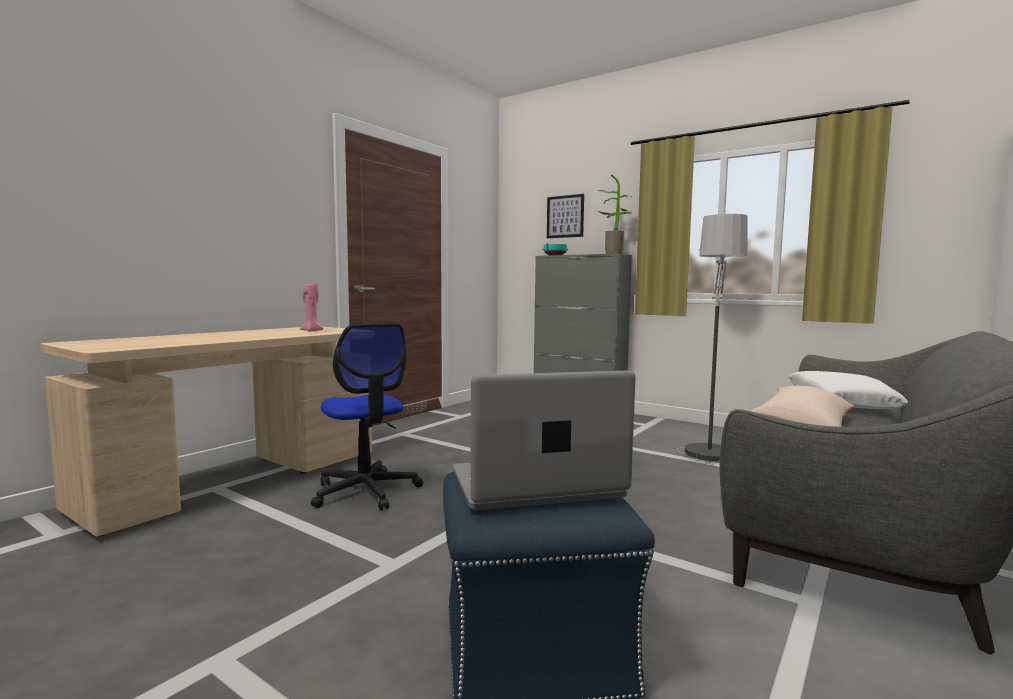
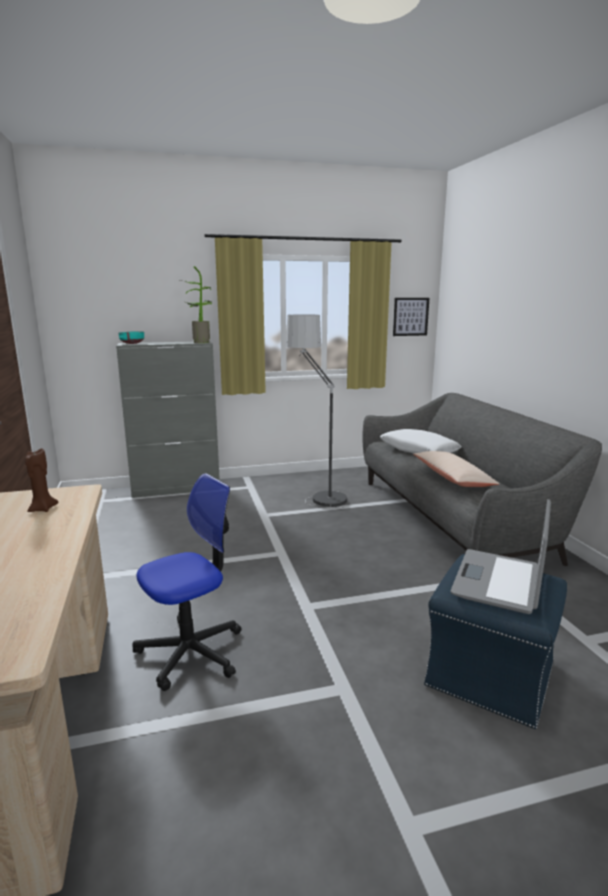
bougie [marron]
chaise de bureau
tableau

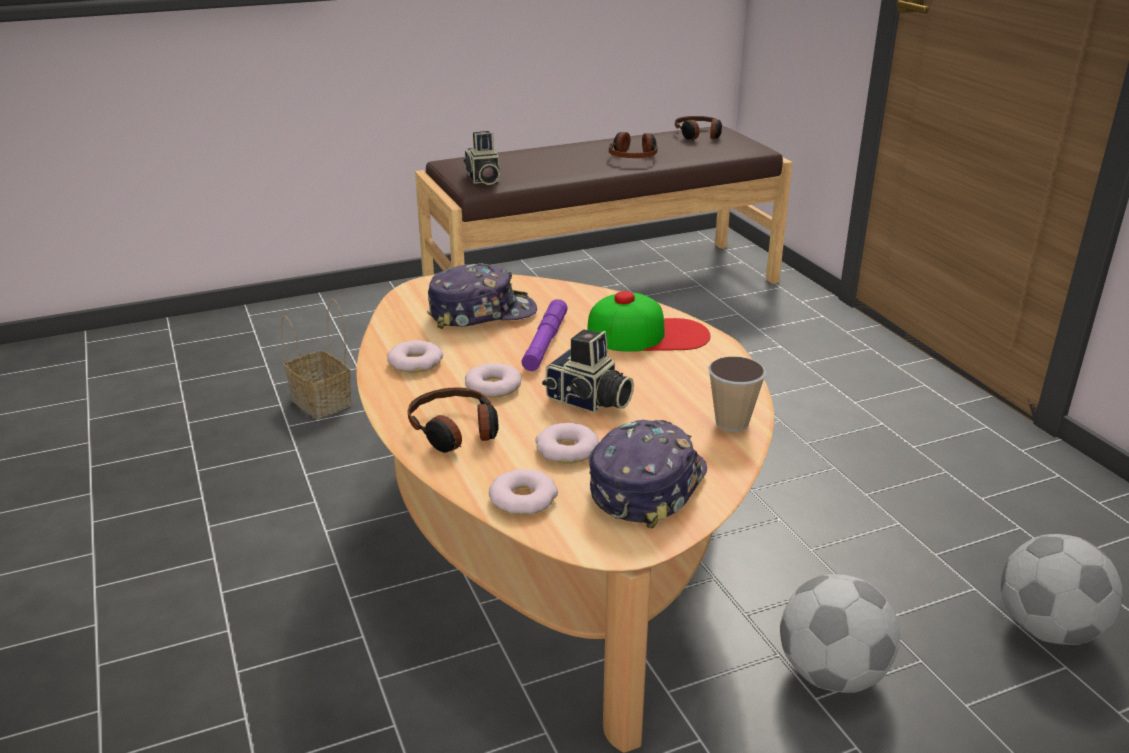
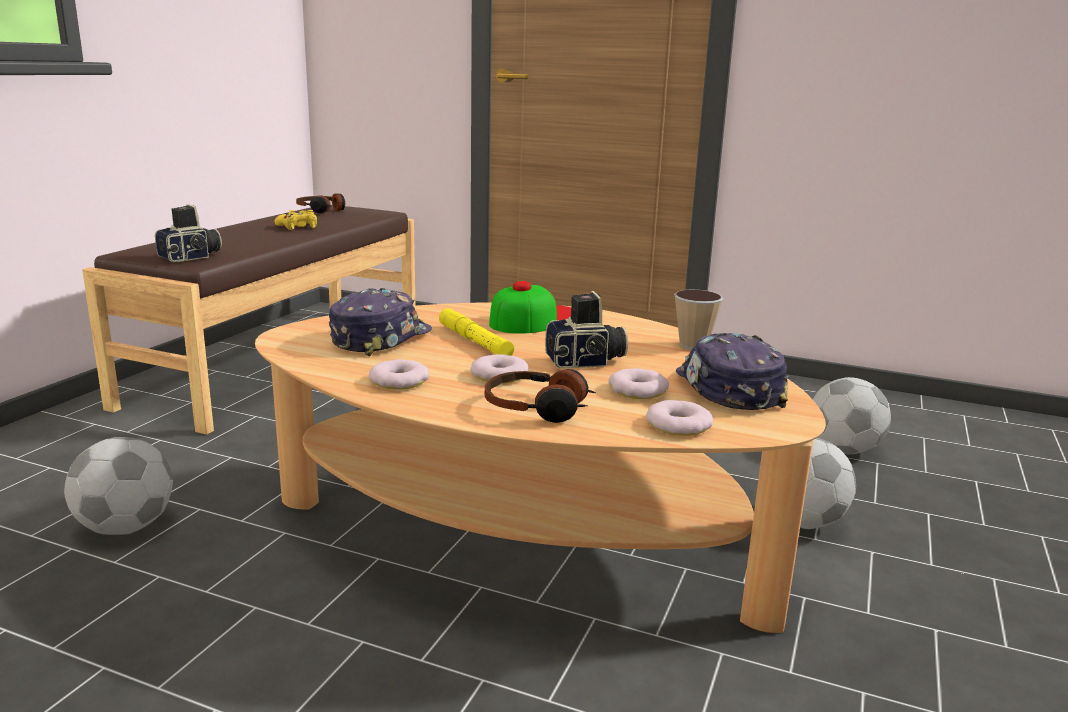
ballon de foot (no. 1 from left)
appareil photo (no. 1 from left)
lampe de poche [jaune]
manette [jaune]

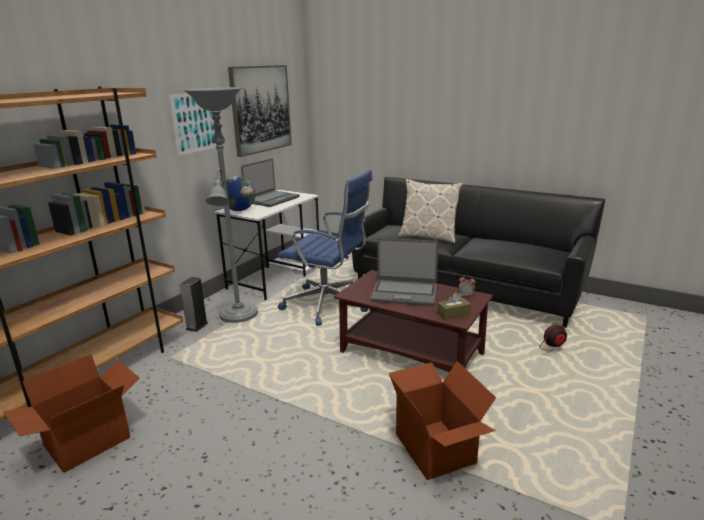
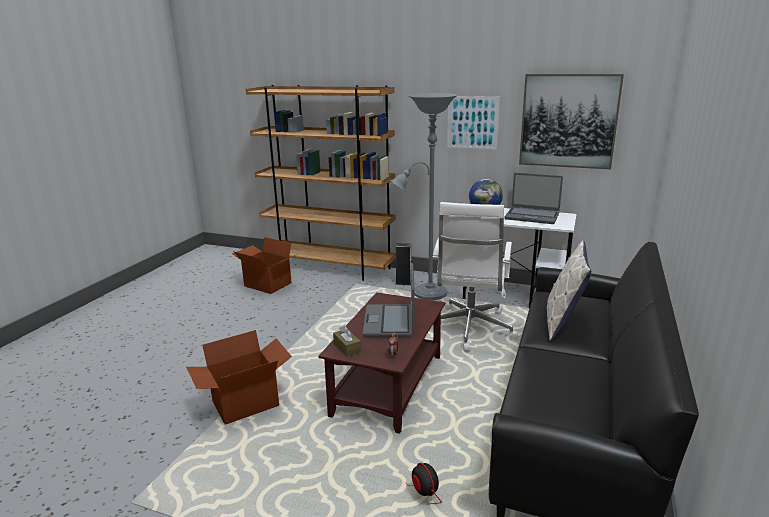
chaise de bureau [blanc]

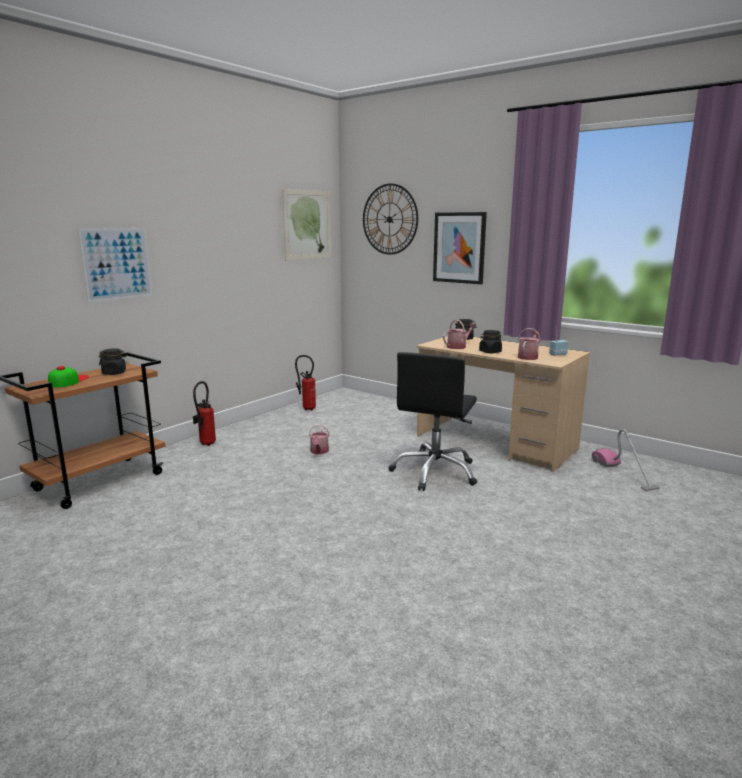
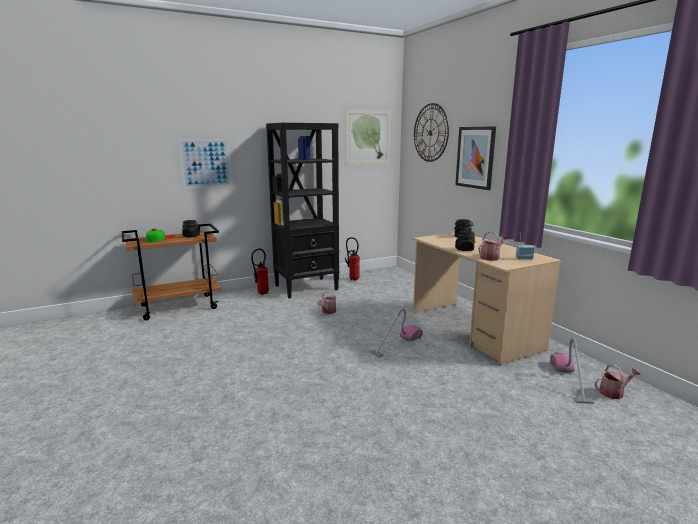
aspirateur (no. 1 from left)
arrosoir (no. 3 from left)
bibliothèque [noir]

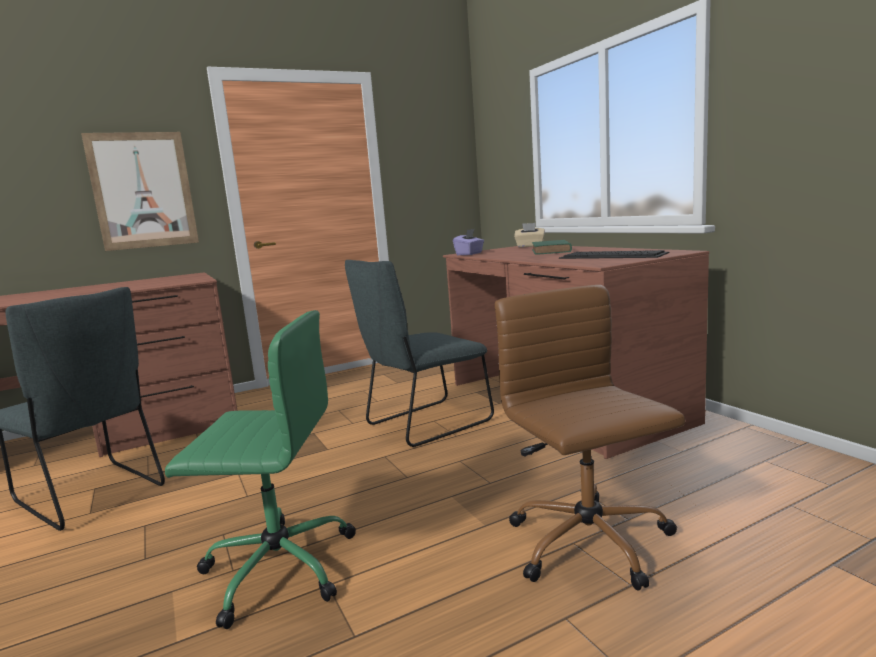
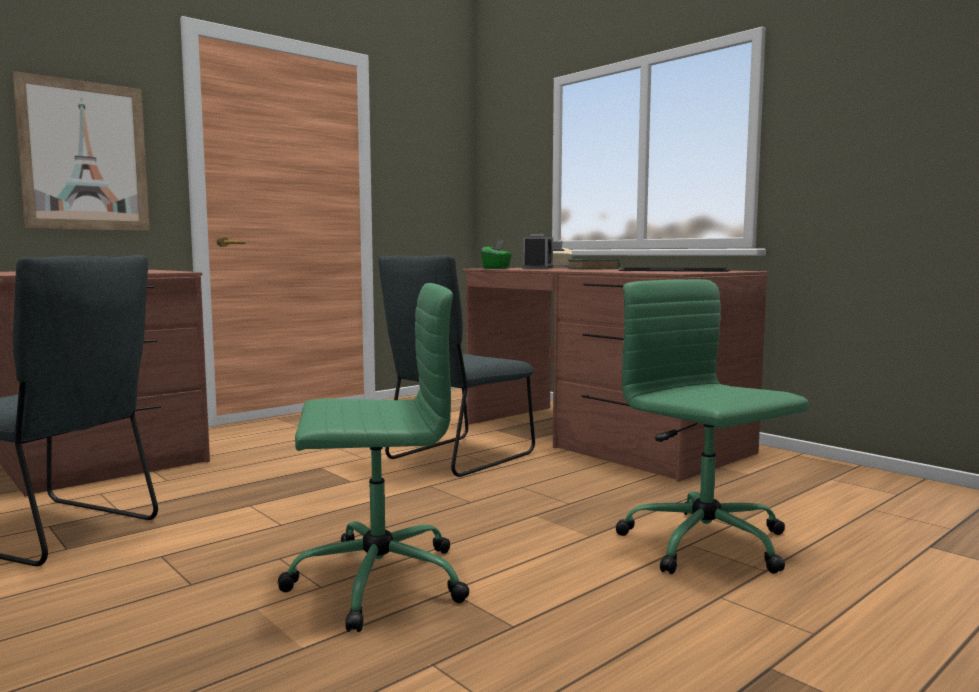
boîte à mouchoirs [vert]
chaise de bureau [vert] (no. 2 from left)
réveil

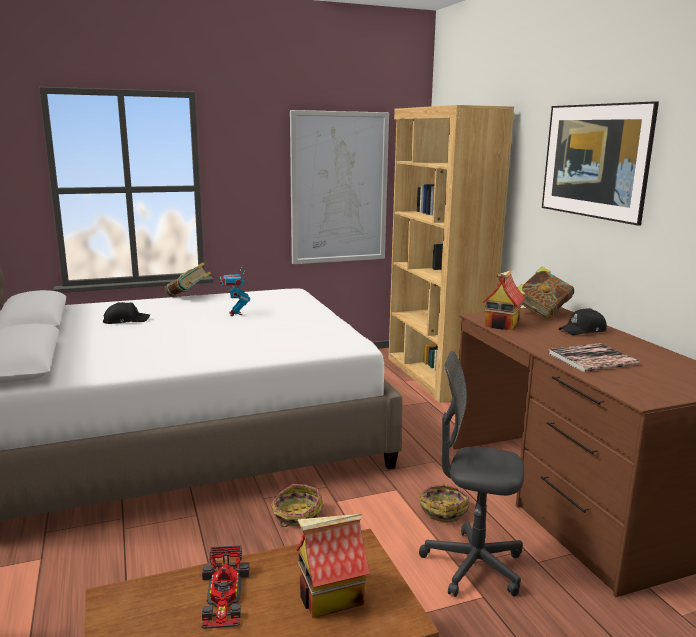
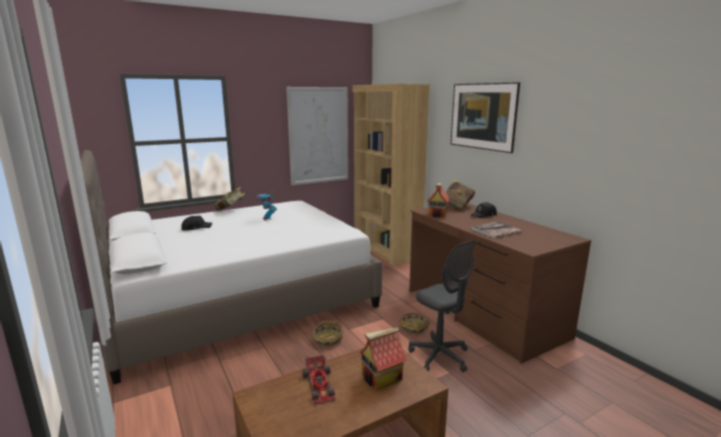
chaise de bureau [gris]

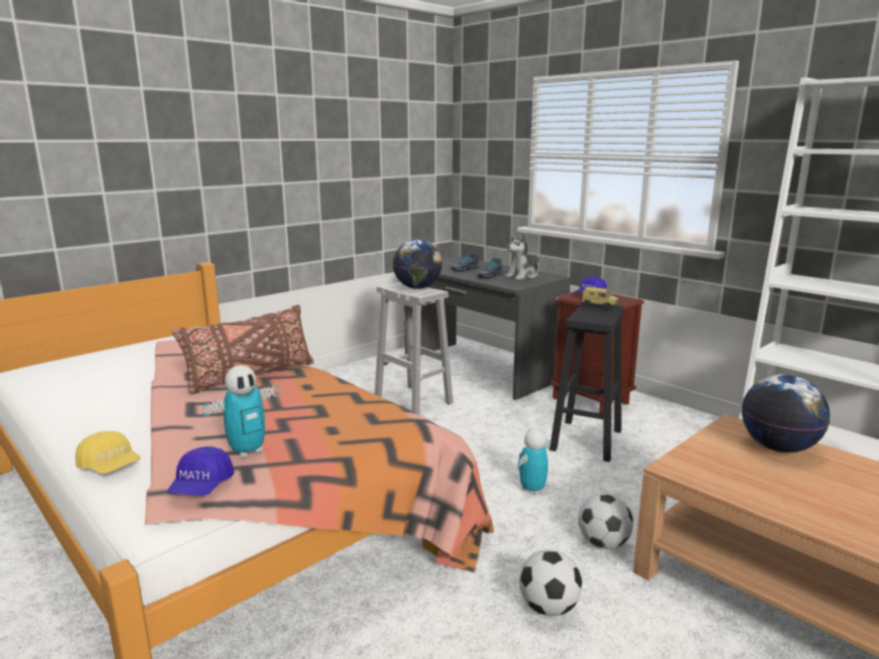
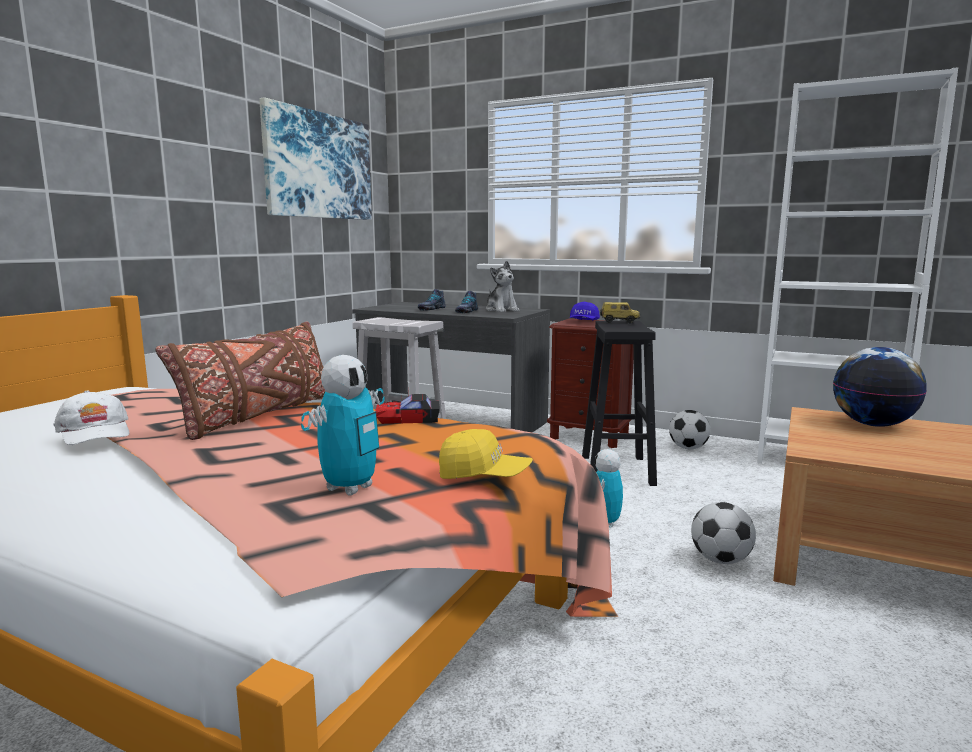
casquette [jaune]
casquette [bleu] (no. 1 from left in the first image)
globe (no. 1 from left in the first image)
peluche
ballon de foot (no. 1 from left)
casquette [blanc]
tableau
petite voiture (no. 1 from left)

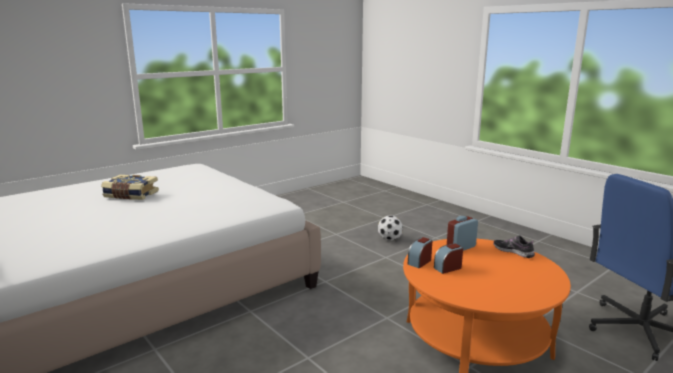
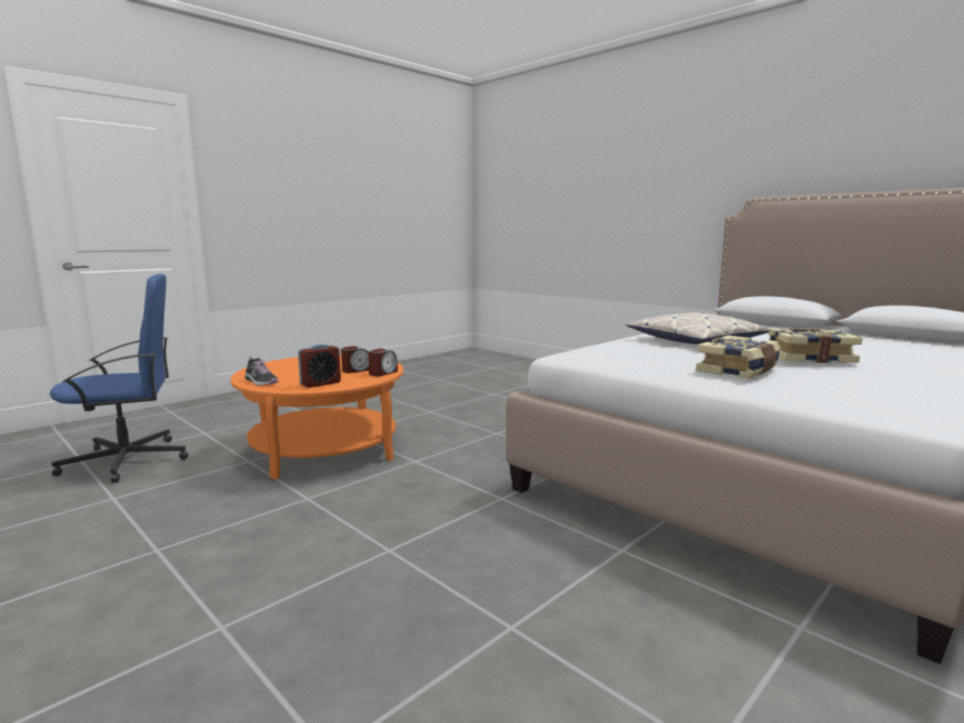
ballon de foot
coussin
livre (no. 1 from left)

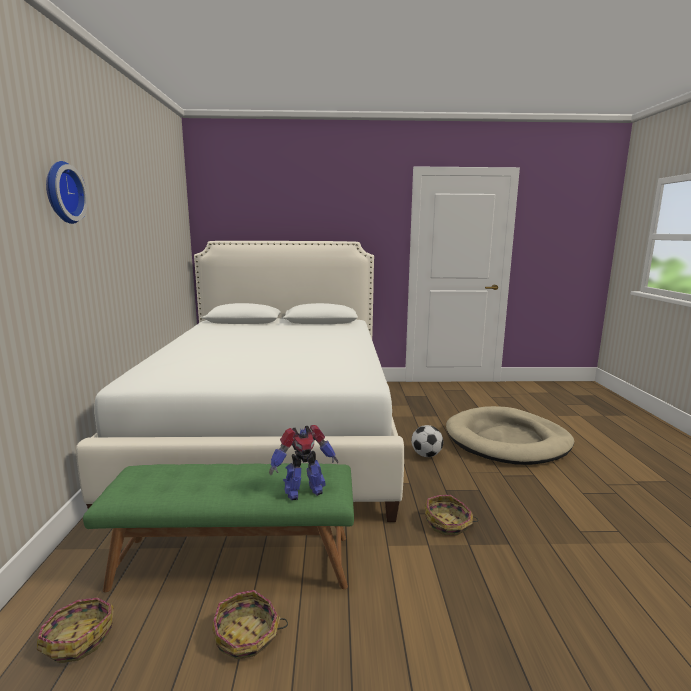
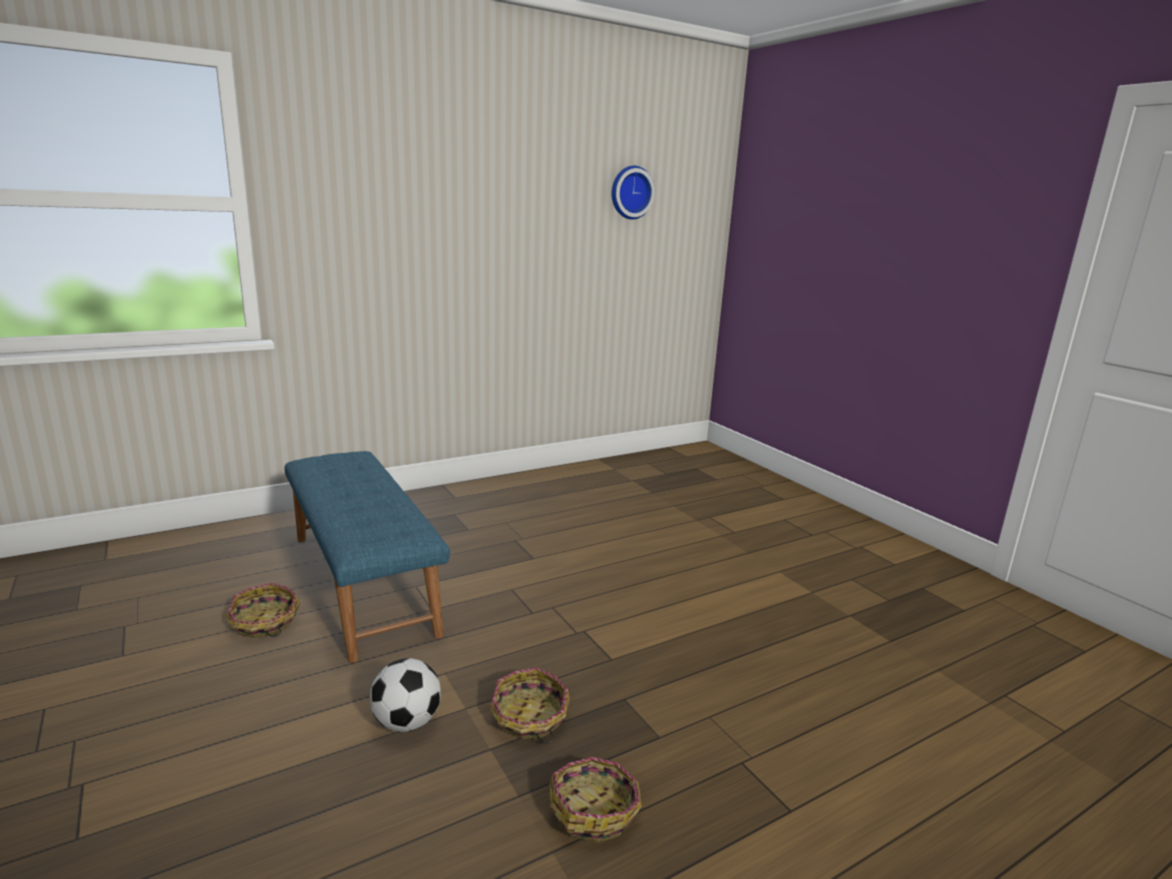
panier (no. 3 from left)
horloge murale
lit [blanc]
banc [bleu]
robot jouet
ballon de foot
panier pour chien [beige]

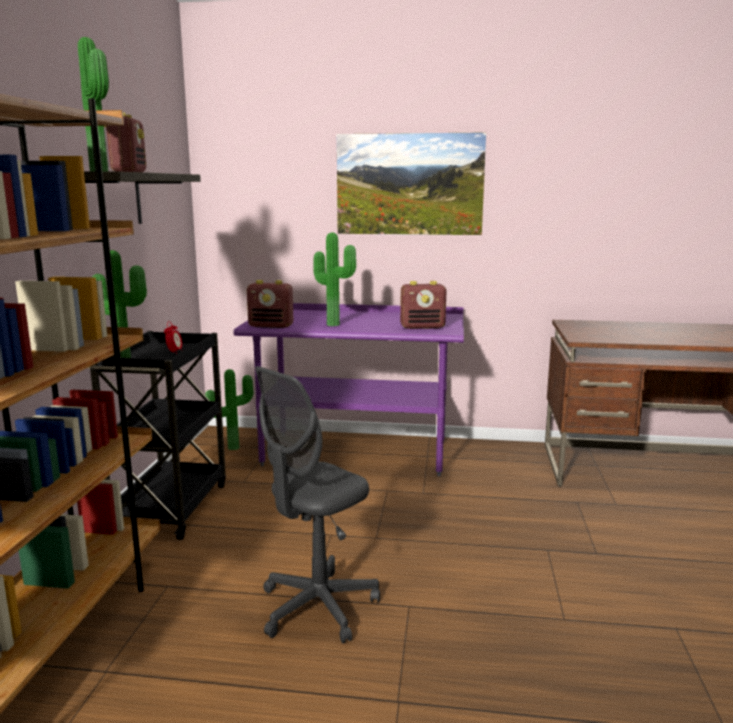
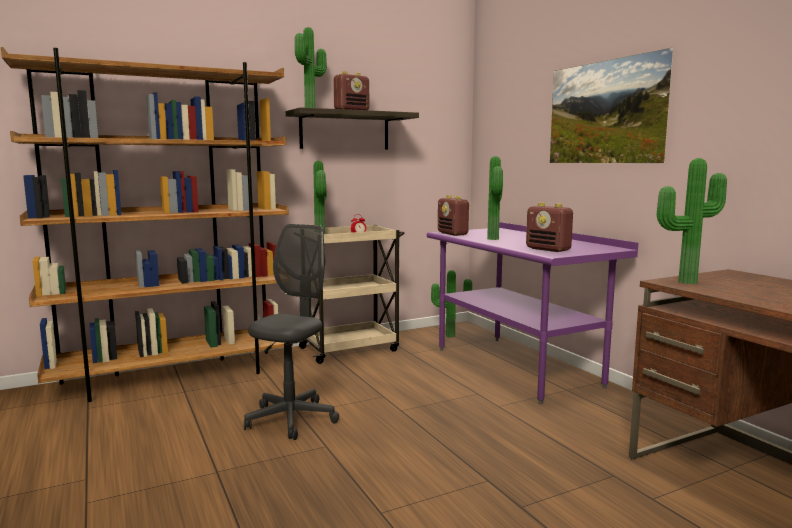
chariot [beige]
chaise de bureau [gris]
plante en pot (no. 5 from left)

